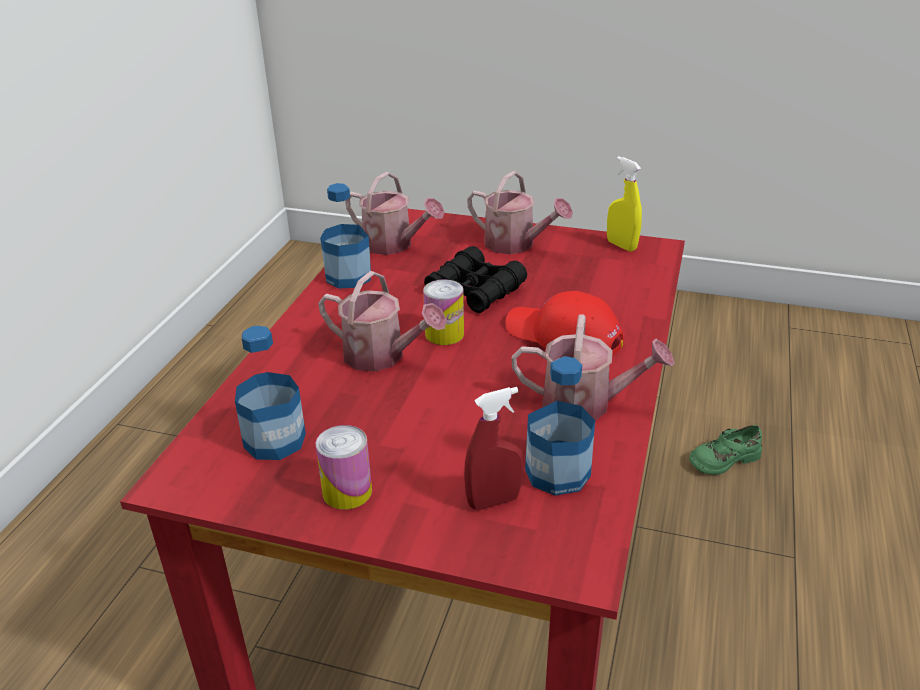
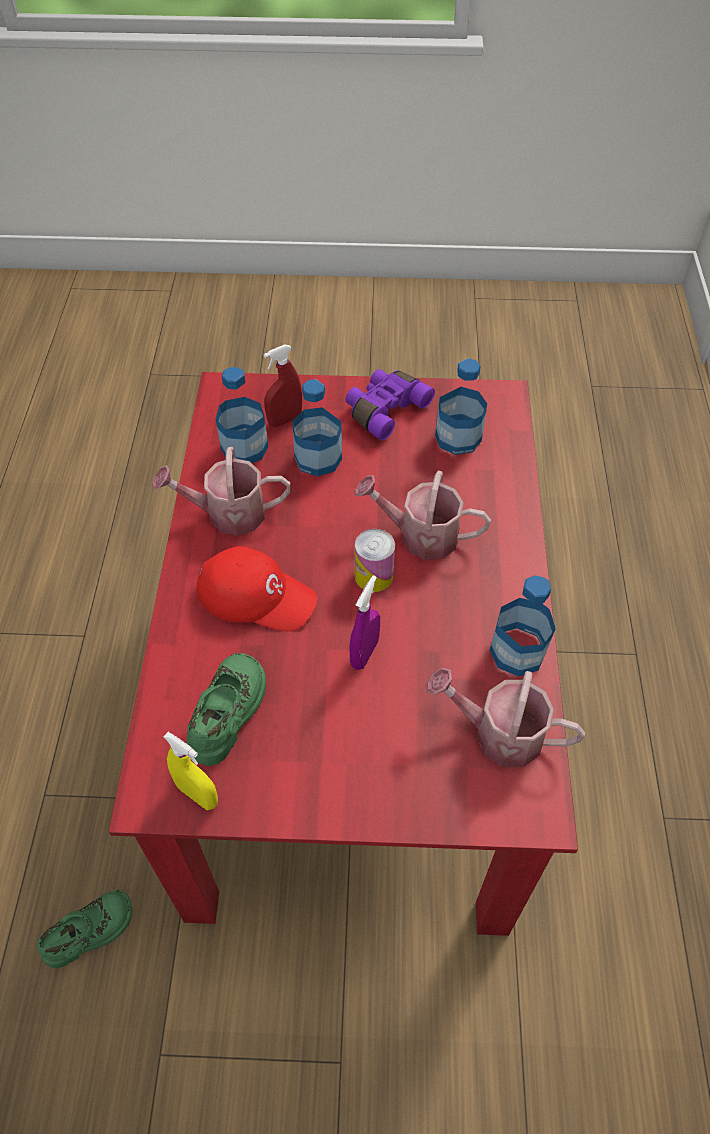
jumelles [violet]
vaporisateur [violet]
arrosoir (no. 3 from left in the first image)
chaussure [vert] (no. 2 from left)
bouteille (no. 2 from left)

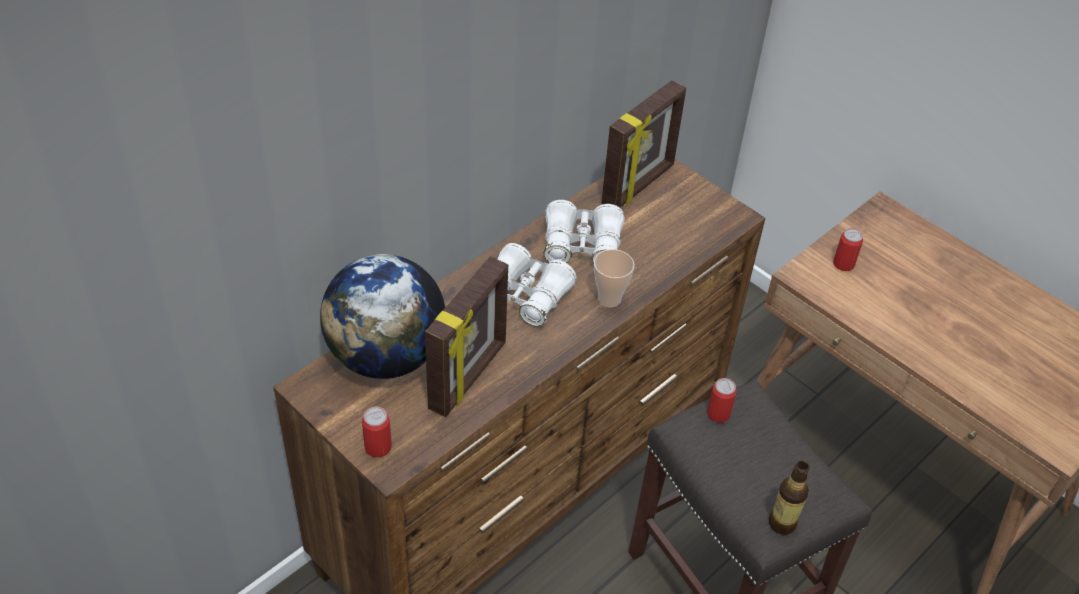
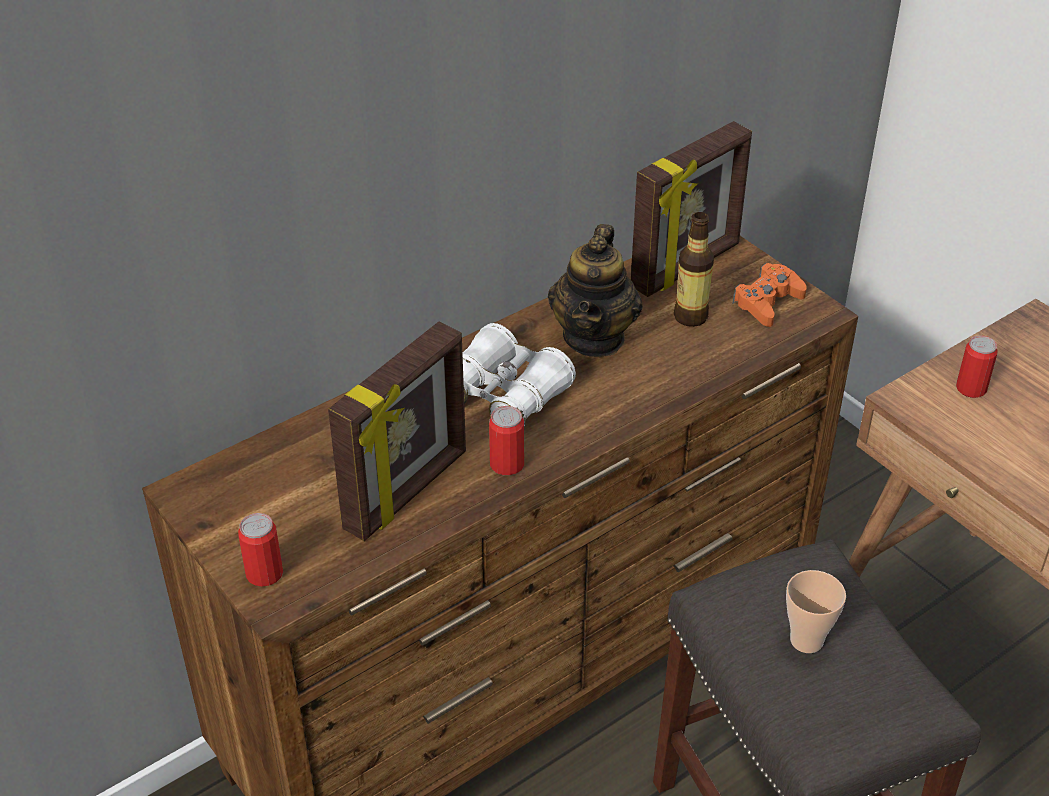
globe
théière
tasse
boîte métallique (no. 2 from left)
bouteille
manette [orange]

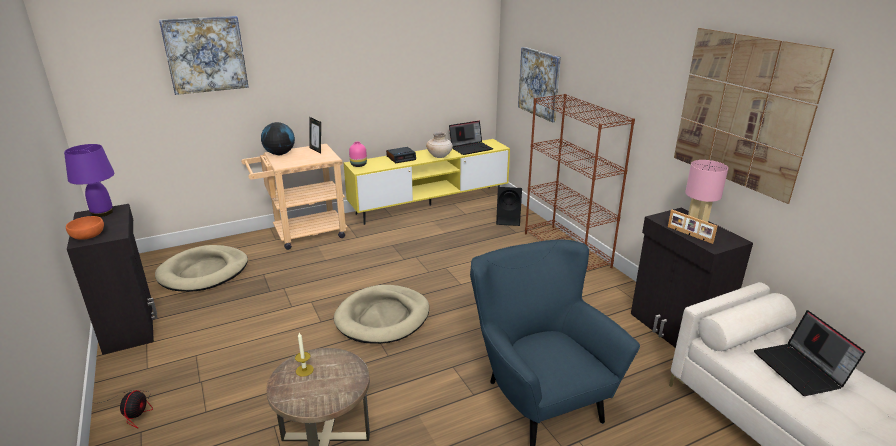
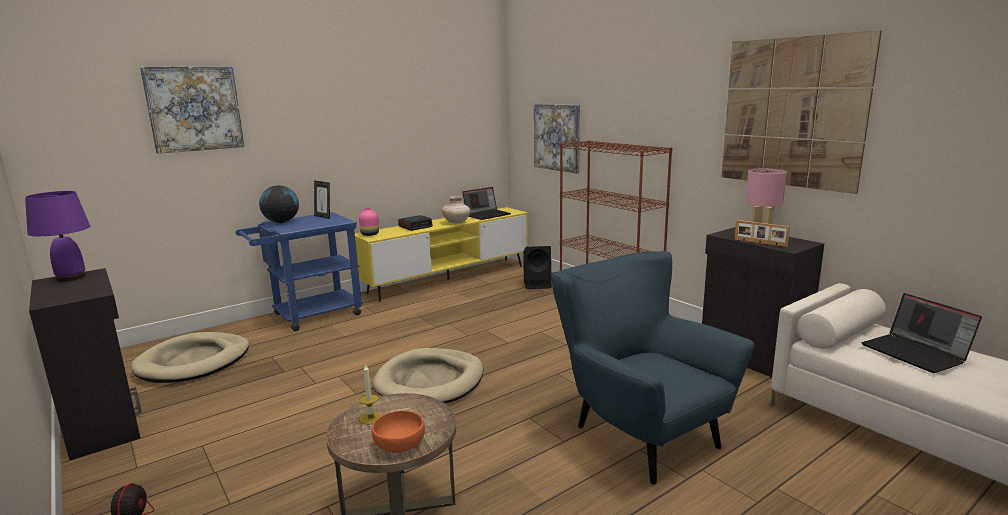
bol [orange]
chariot [bleu]

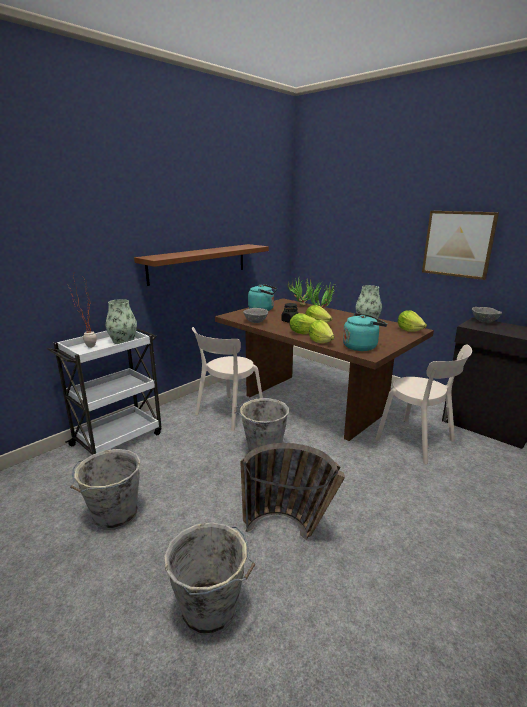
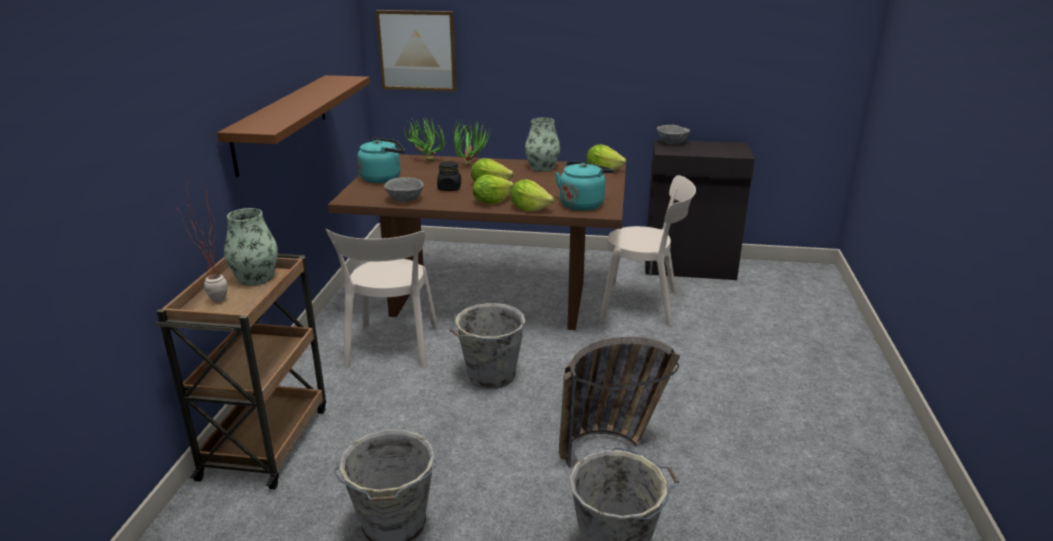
chariot [marron]
tableau

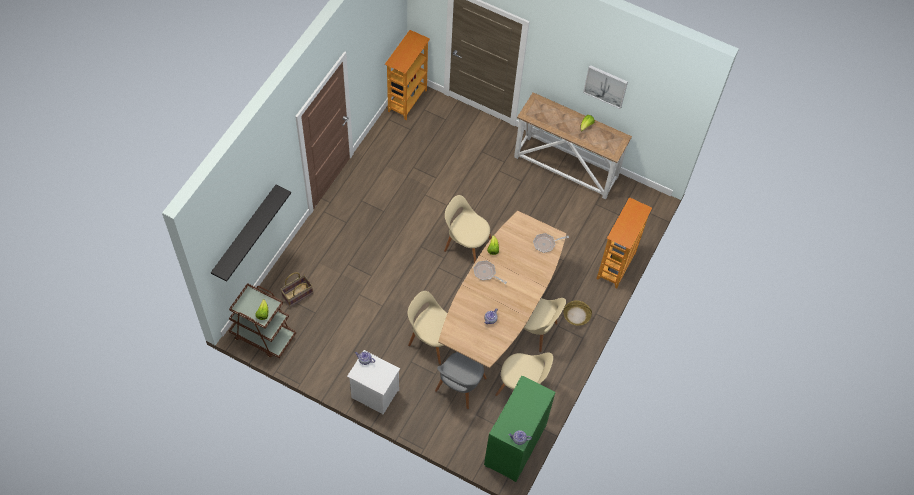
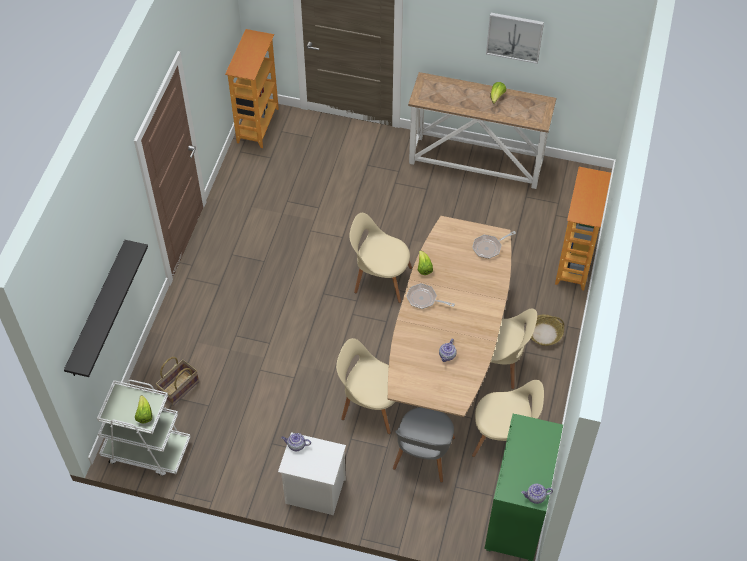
chariot [blanc]

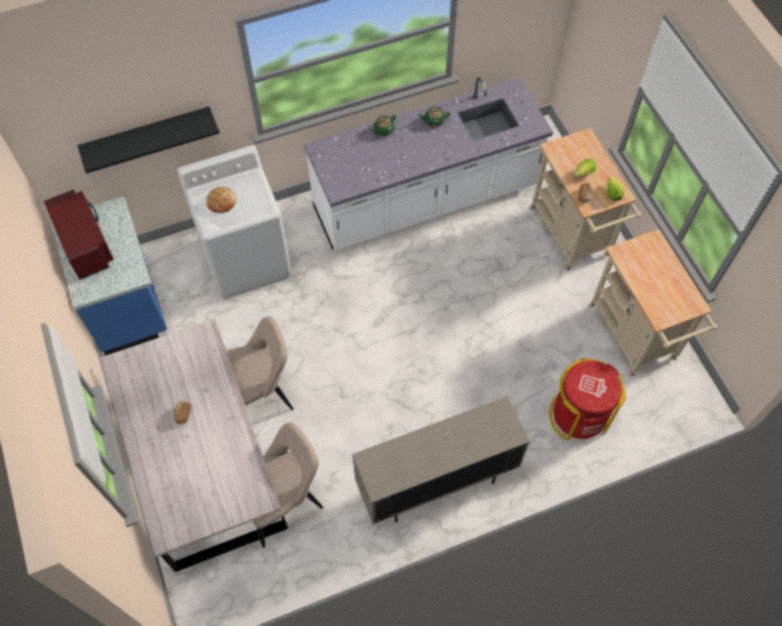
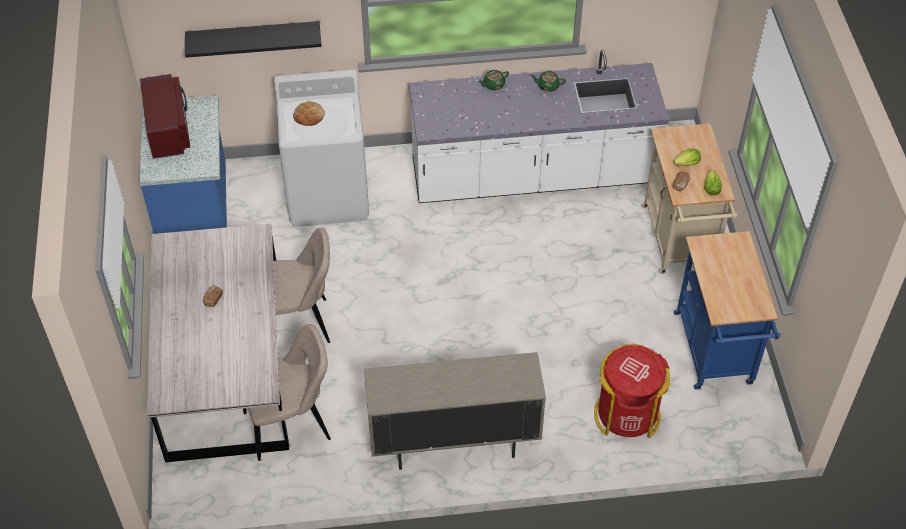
chariot [bleu]

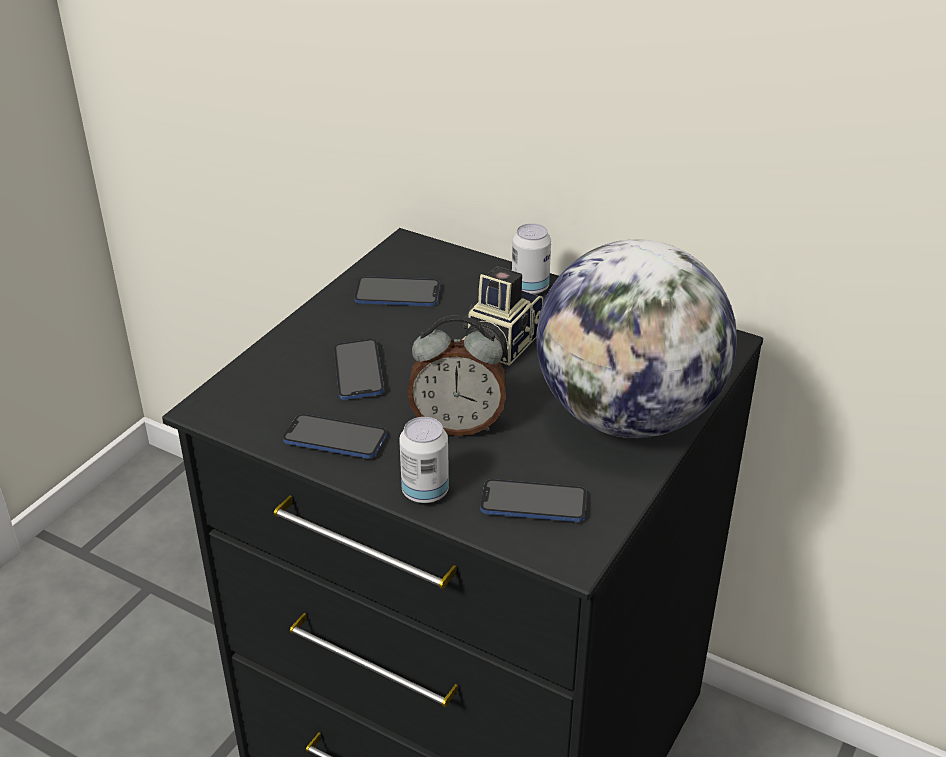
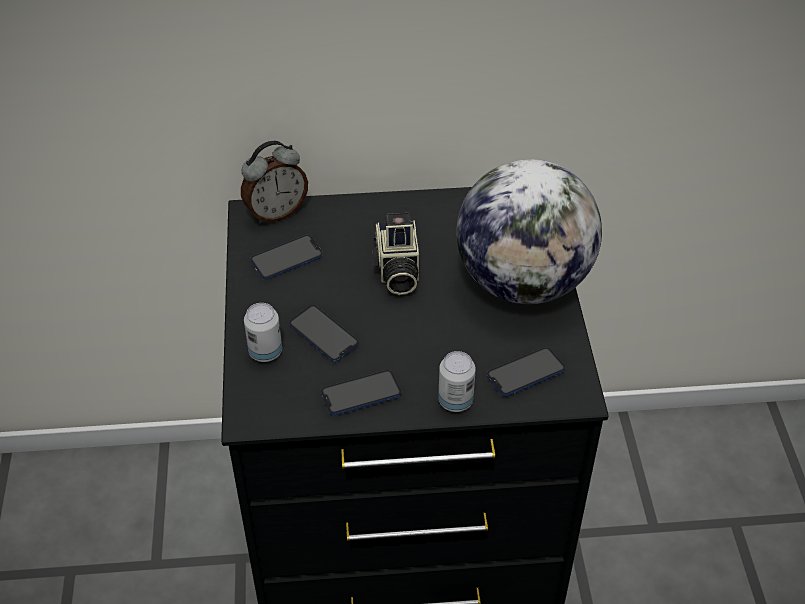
réveil
boîte métallique (no. 1 from left)

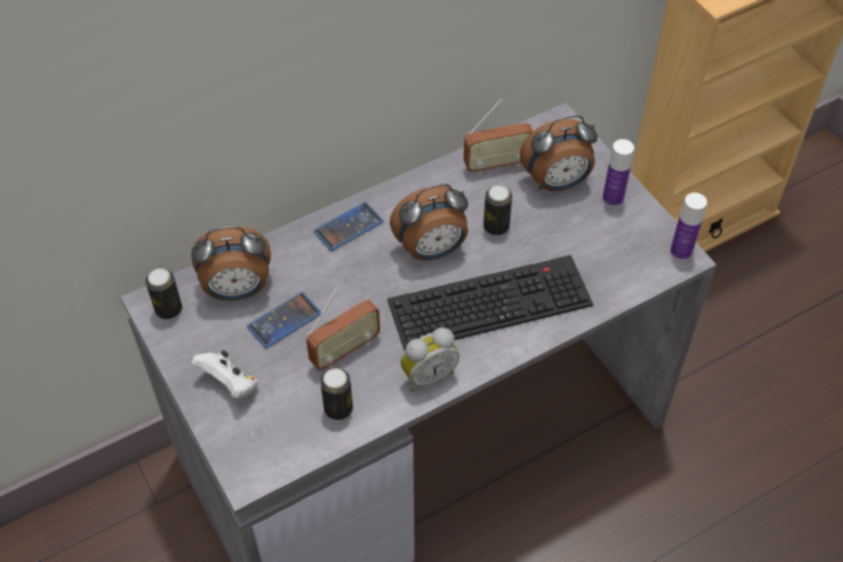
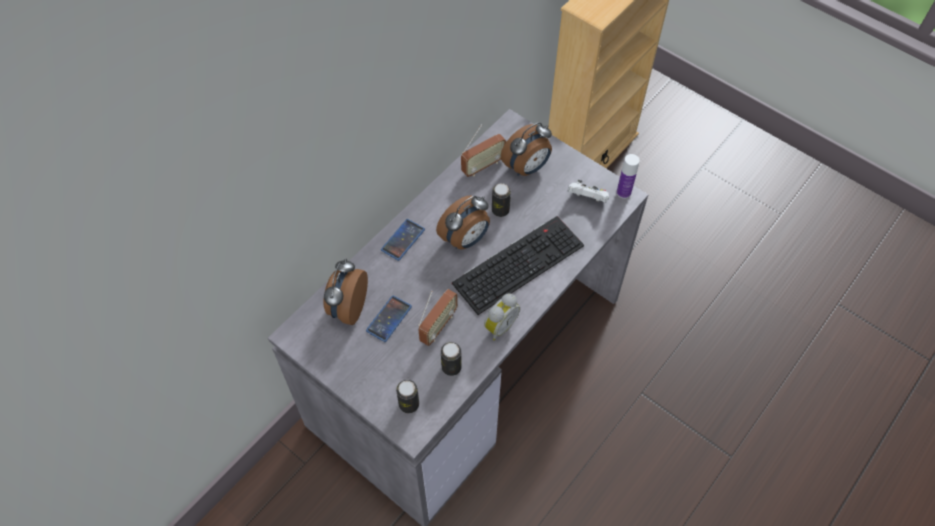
boîte métallique (no. 1 from left)
réveil (no. 1 from left)
manette [blanc]
bouteille (no. 1 from left in the first image)

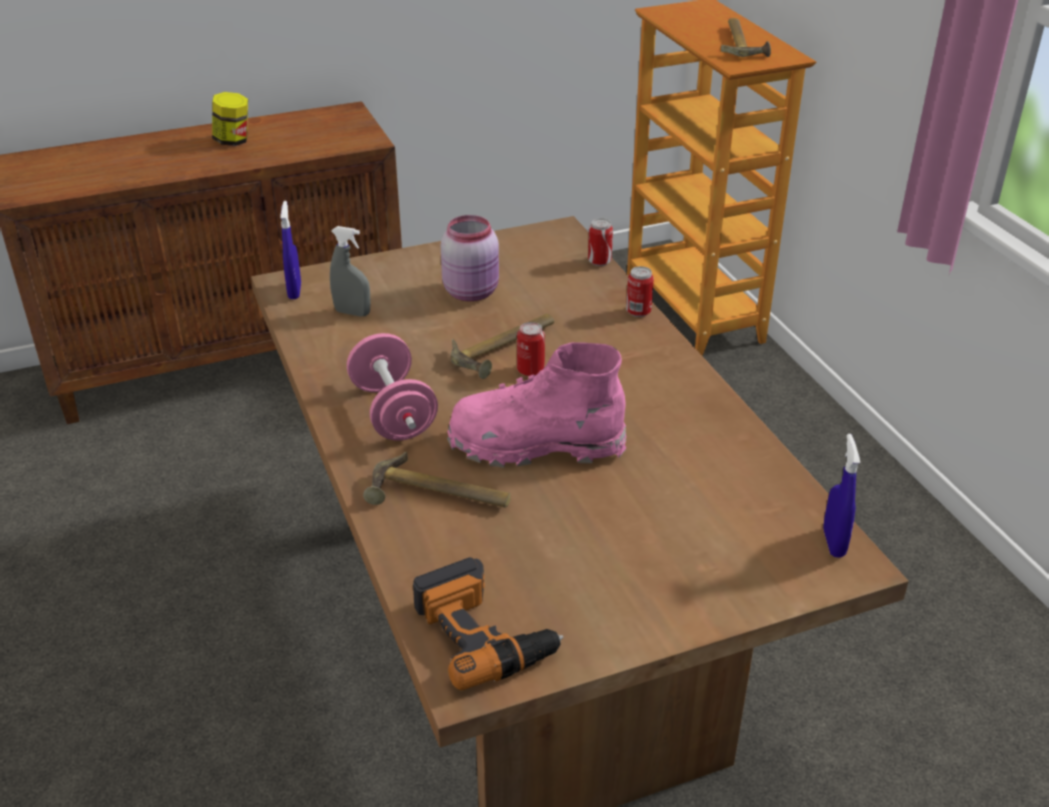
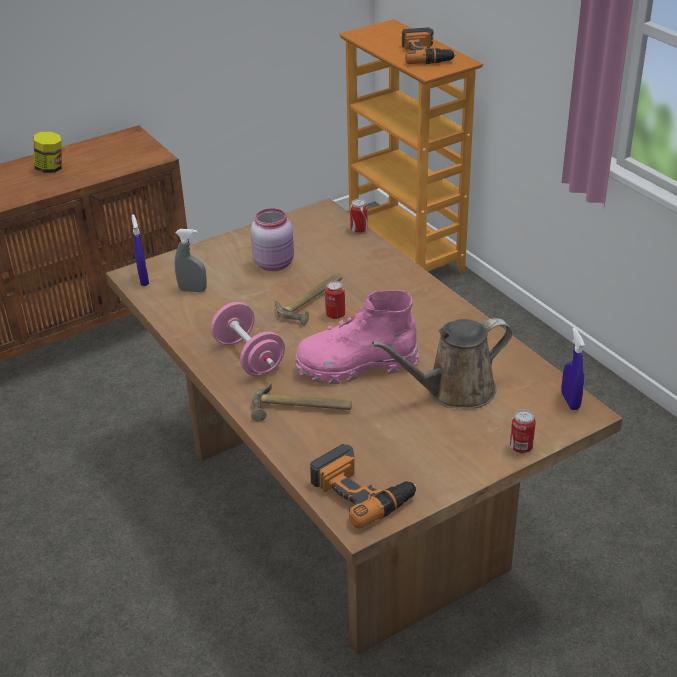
boîte métallique (no. 3 from left)
perceuse (no. 2 from left)
arrosoir [marron]

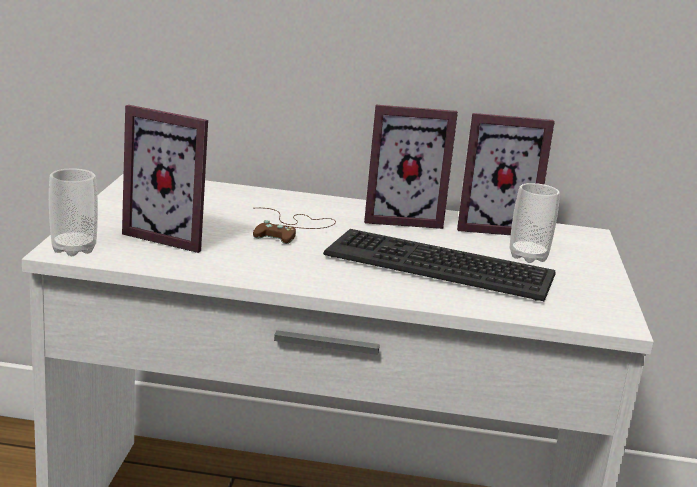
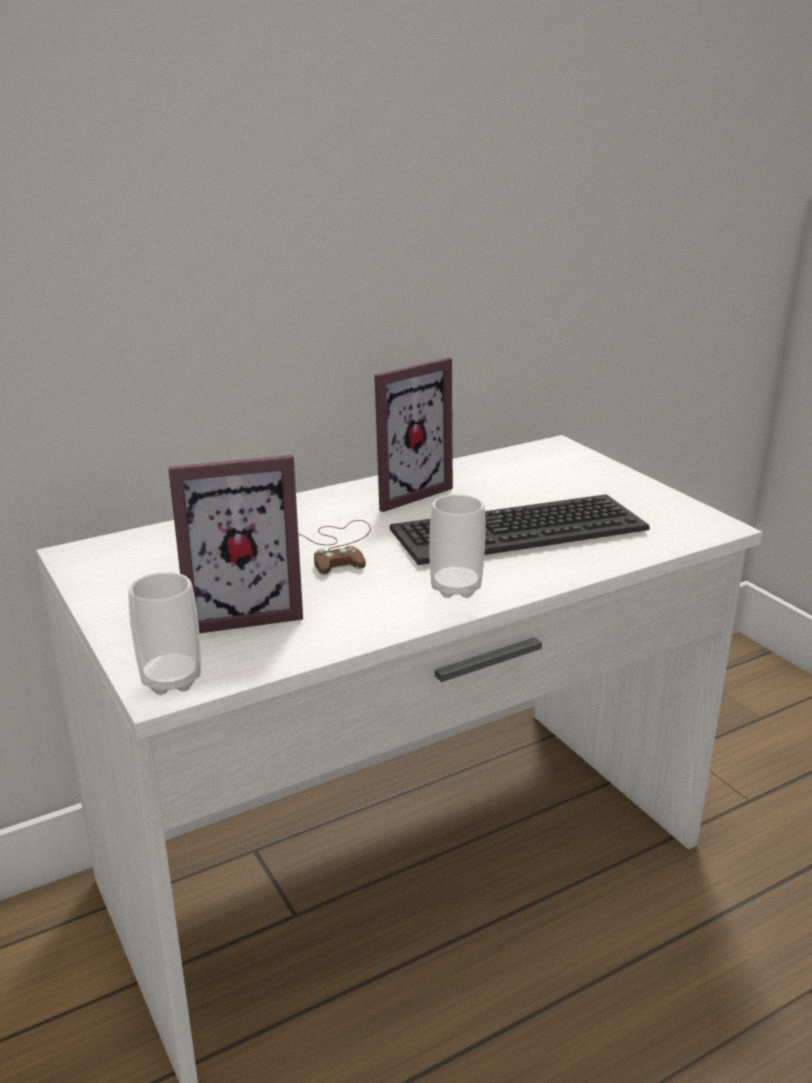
cadre photo (no. 3 from left in the first image)
tasse (no. 2 from left)

